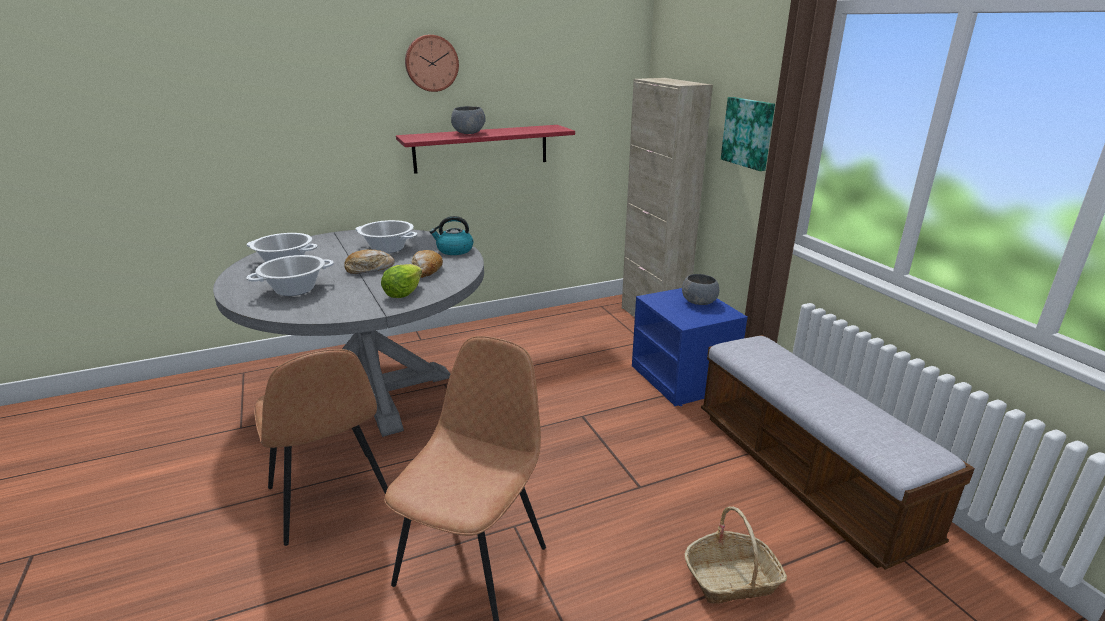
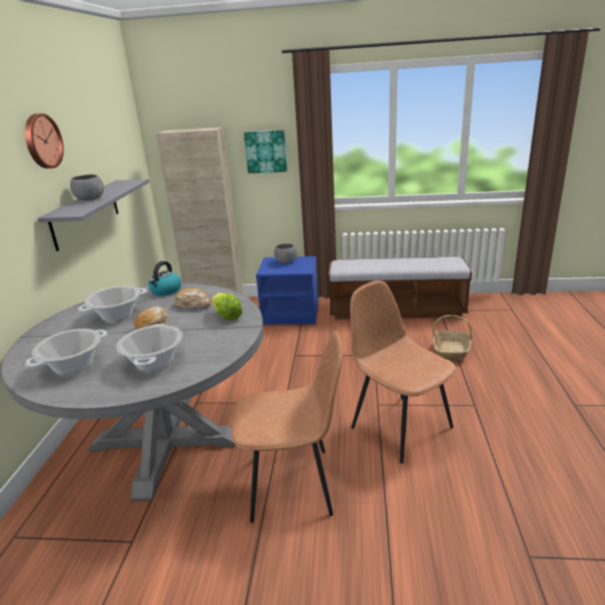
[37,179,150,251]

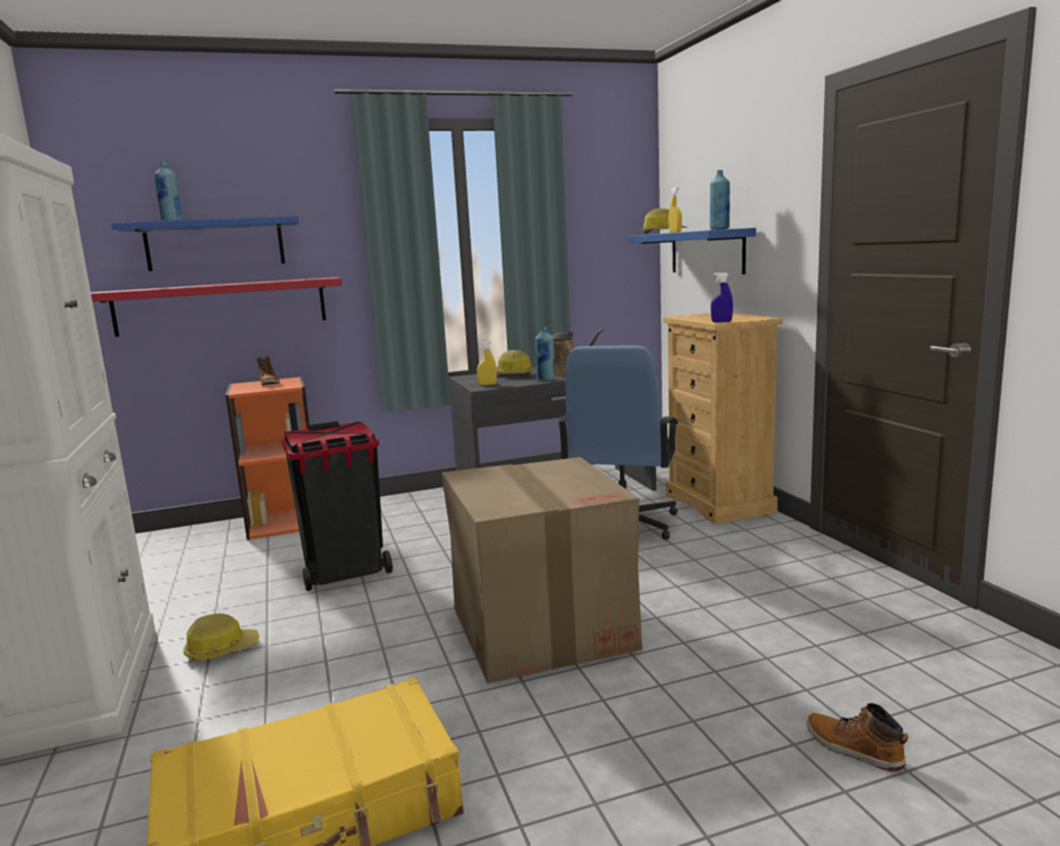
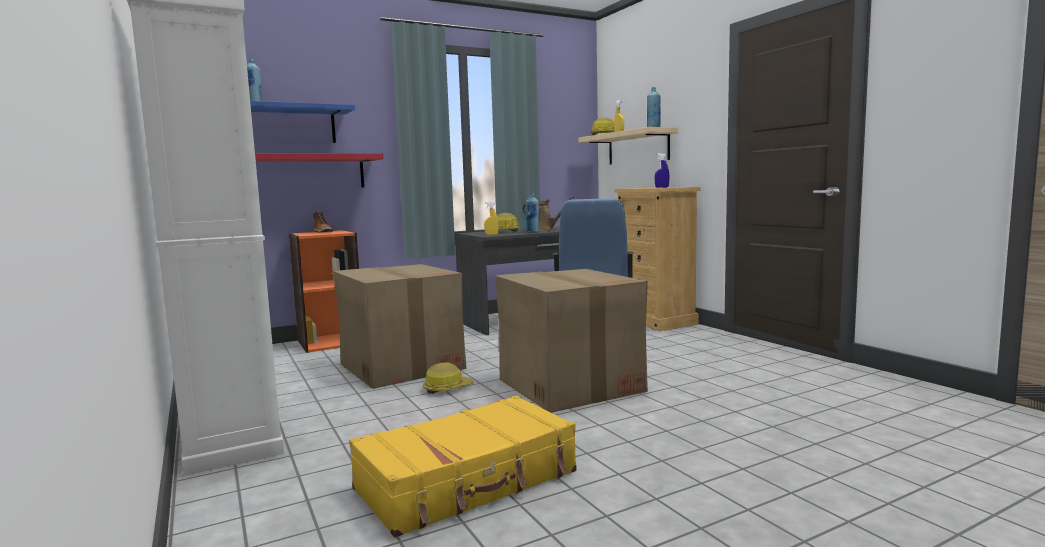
[807,703,908,772] (first image)
[423,362,474,394]
[333,264,466,389]
[578,127,678,164]

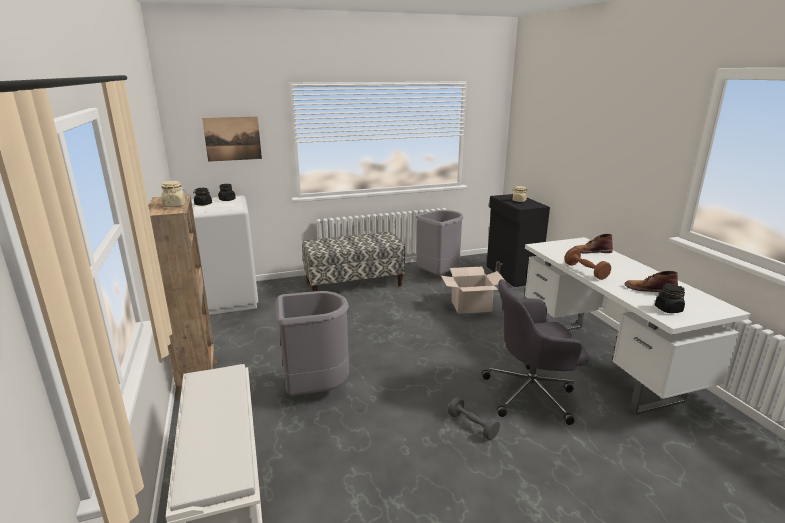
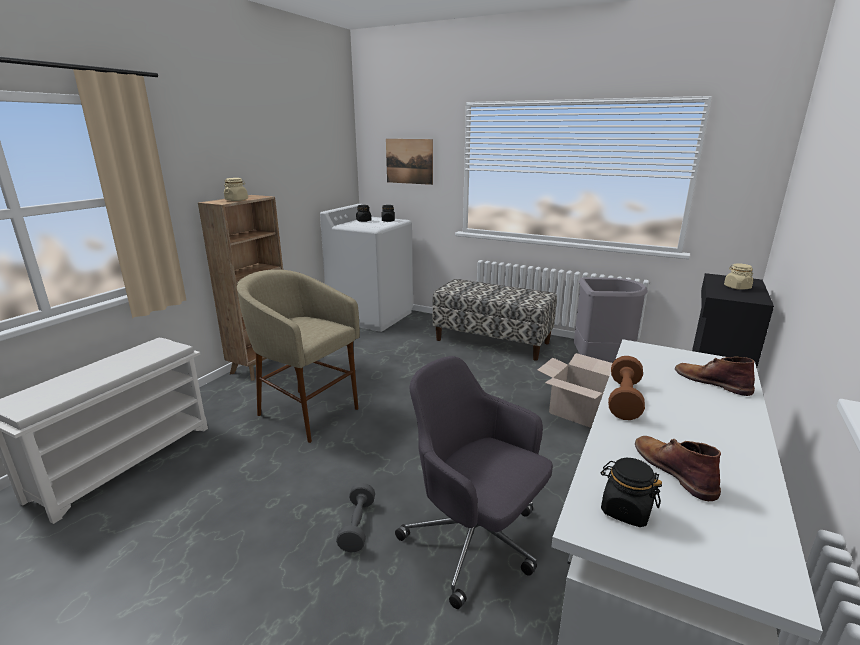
[237,269,360,443]

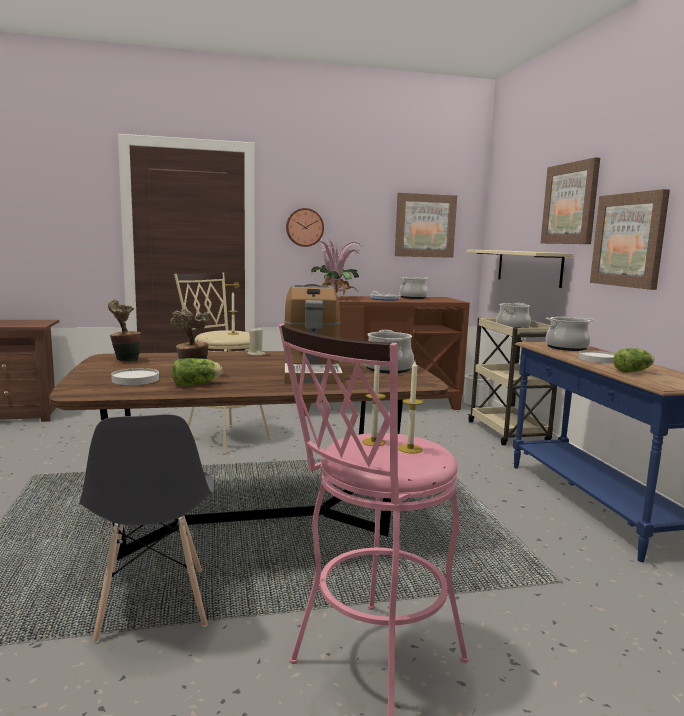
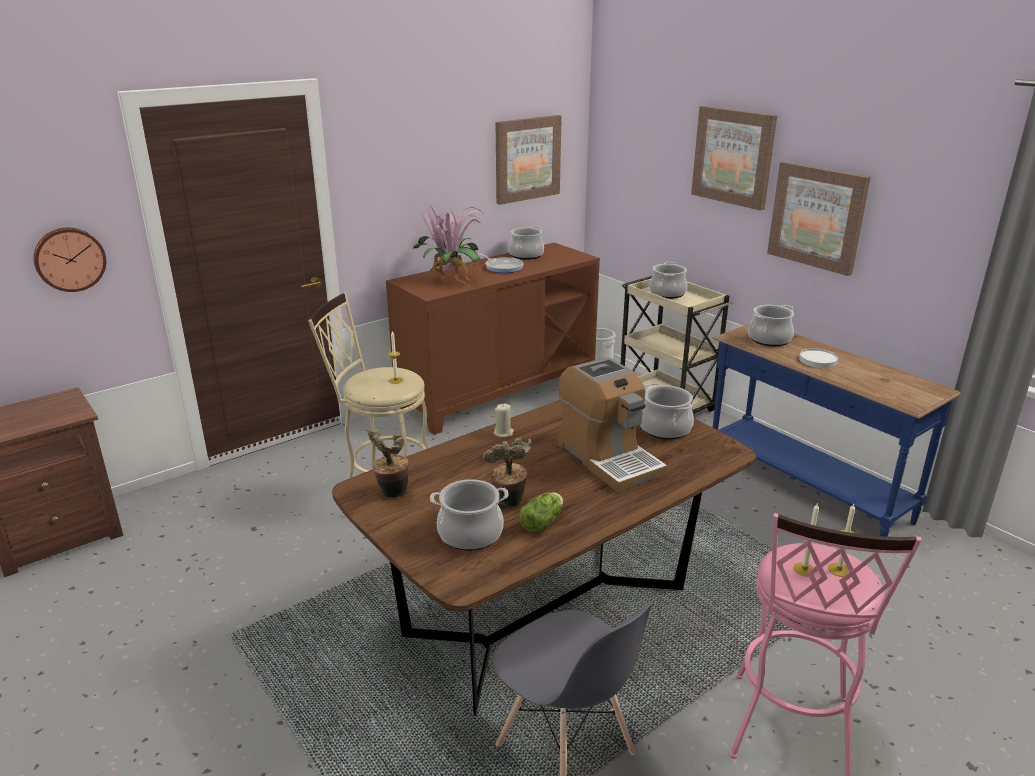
[466,249,573,288] (first image)
[613,348,654,373] (first image)
[33,228,106,292]
[430,479,508,550]

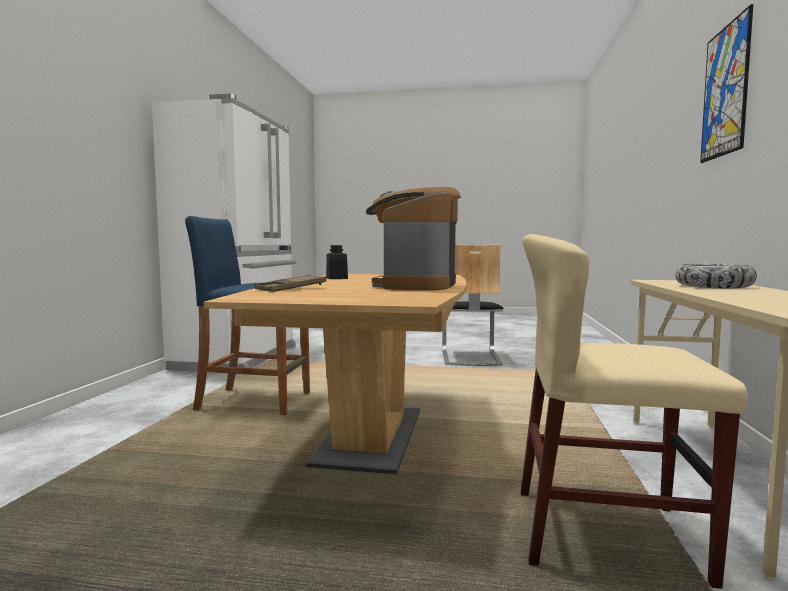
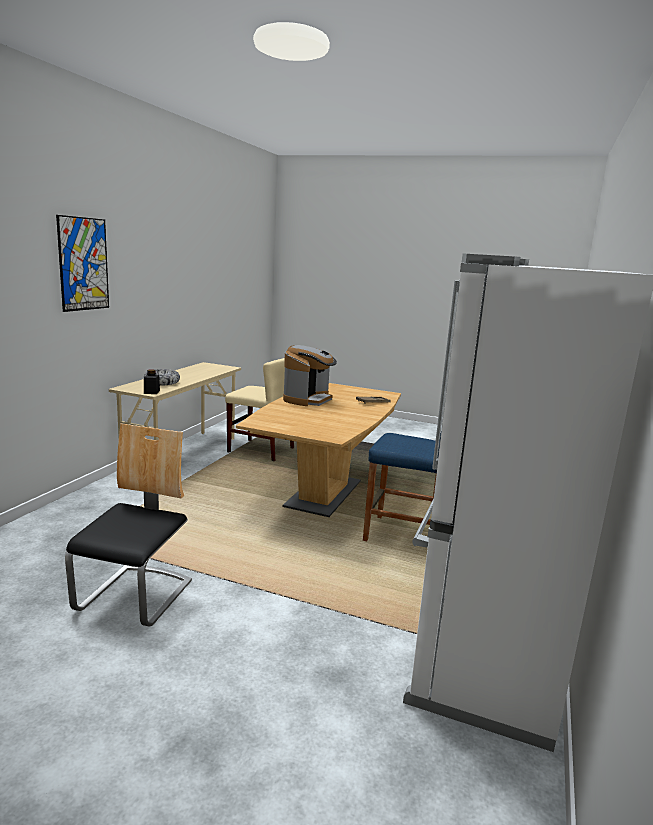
[144,369,160,394]

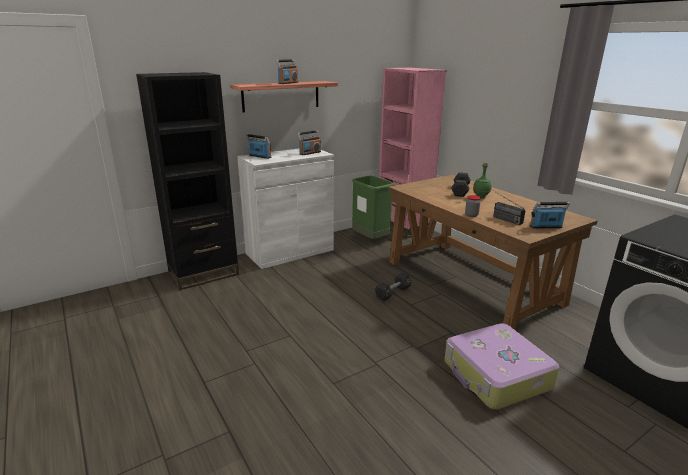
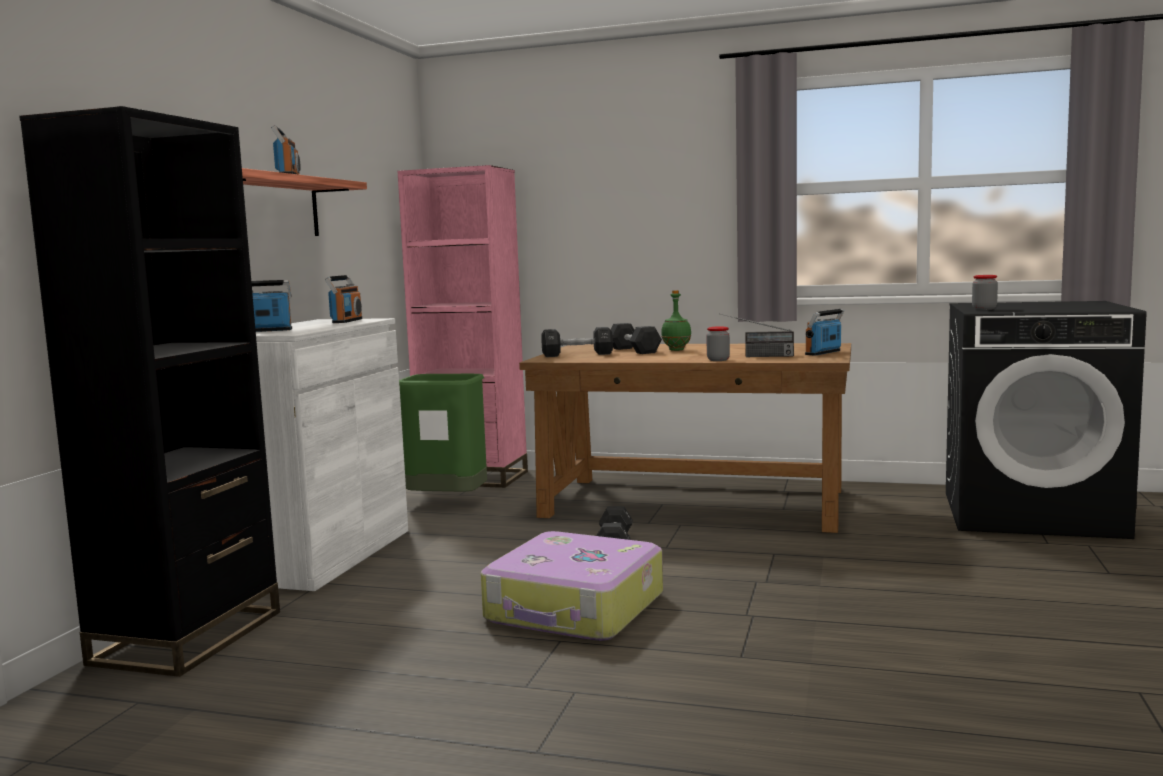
[541,327,613,357]
[972,275,998,310]
[481,531,663,641]

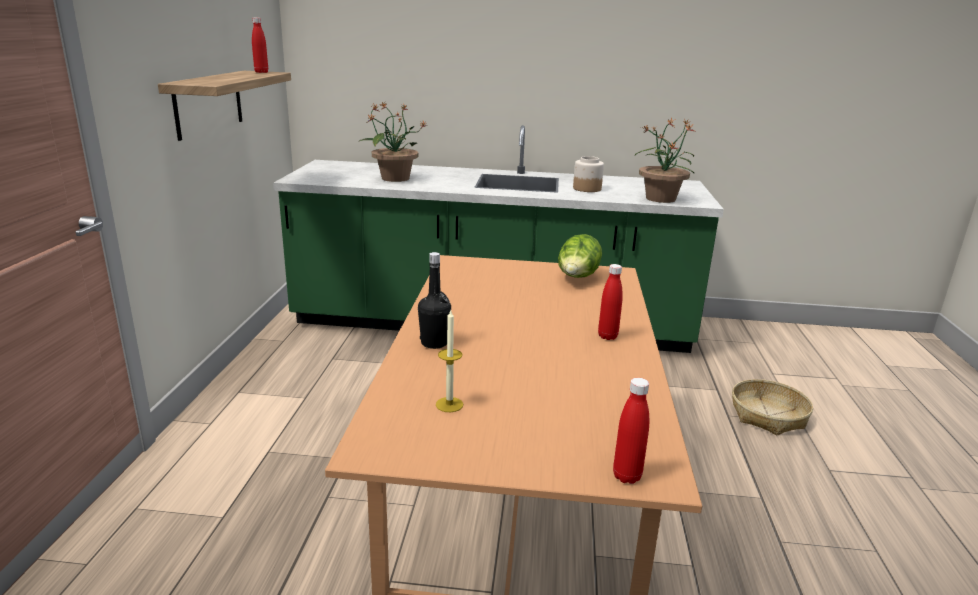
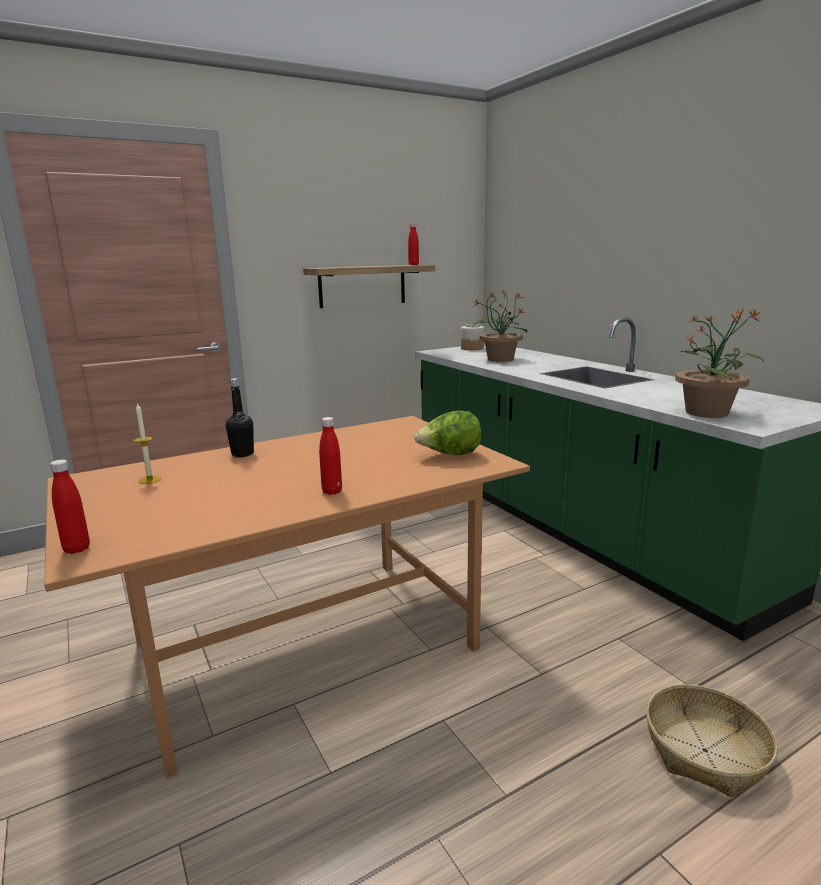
[461,323,484,350]

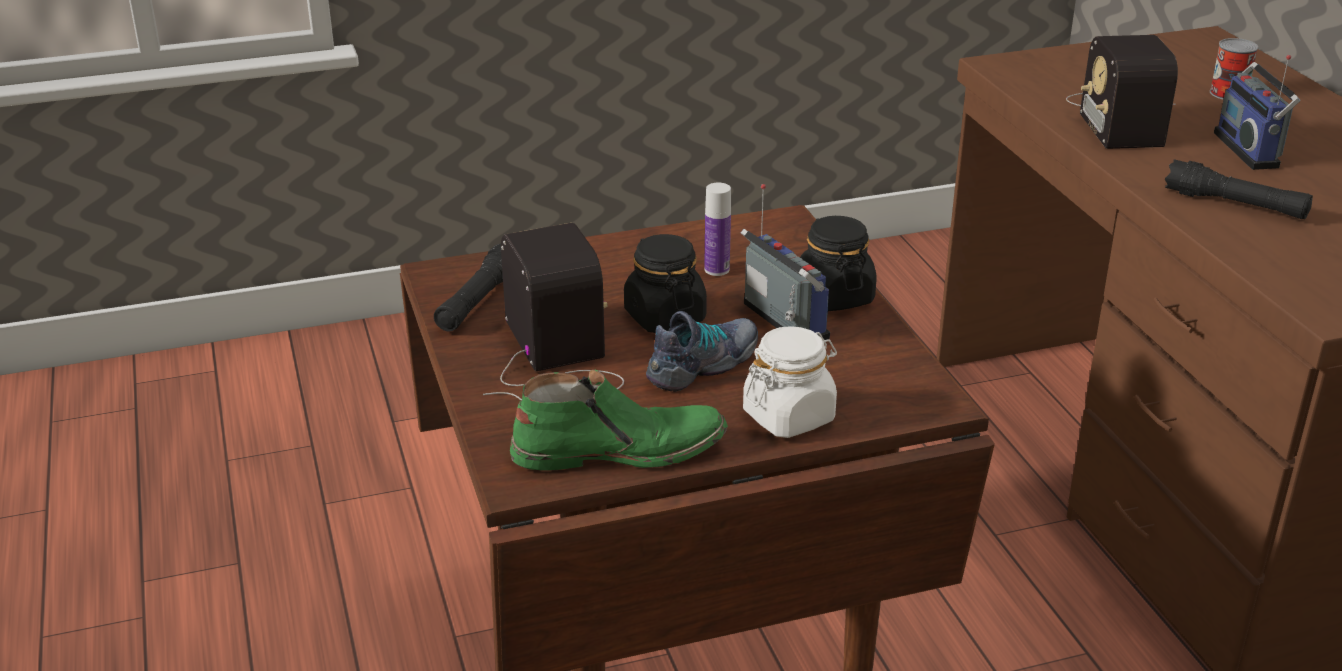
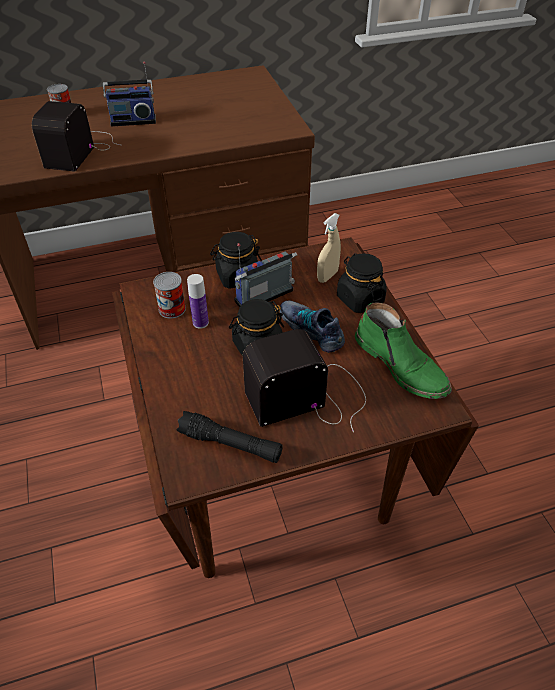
[1165,159,1313,219] (first image)
[153,272,186,318]
[317,213,341,283]
[337,253,387,313]
[355,303,452,399]
[32,101,122,172]

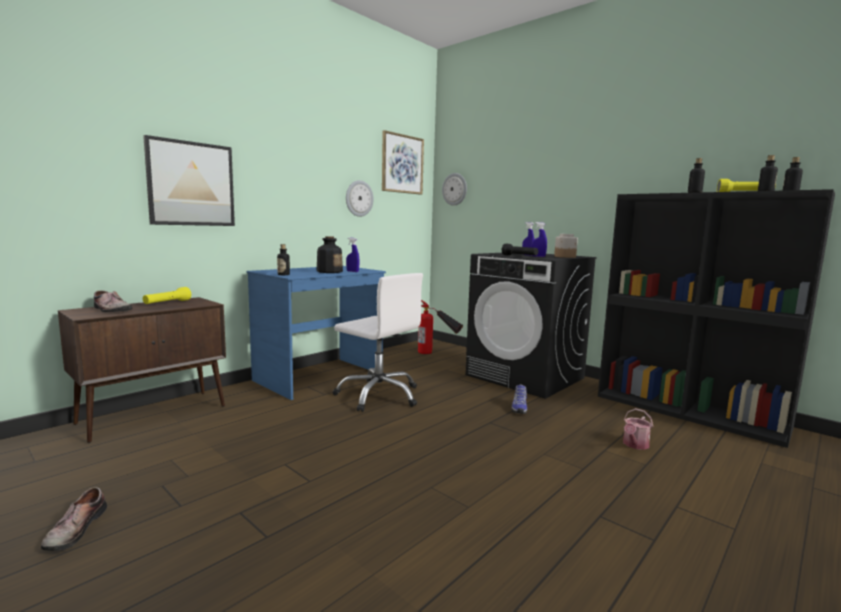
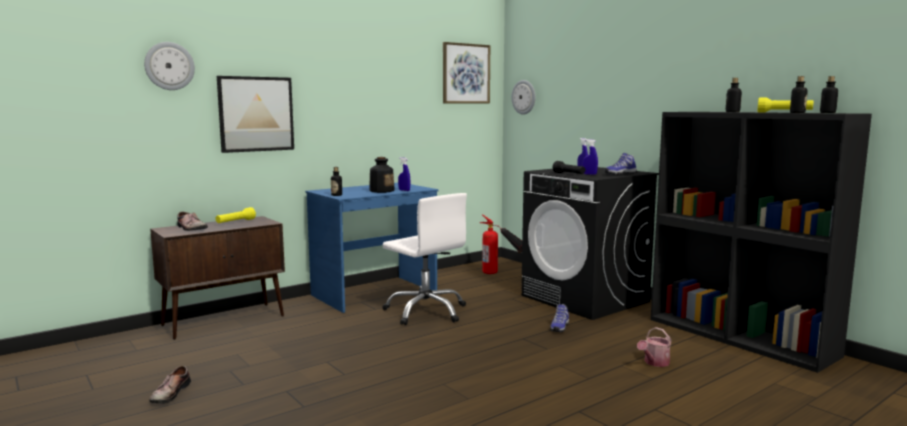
[144,42,195,90]
[605,153,637,175]

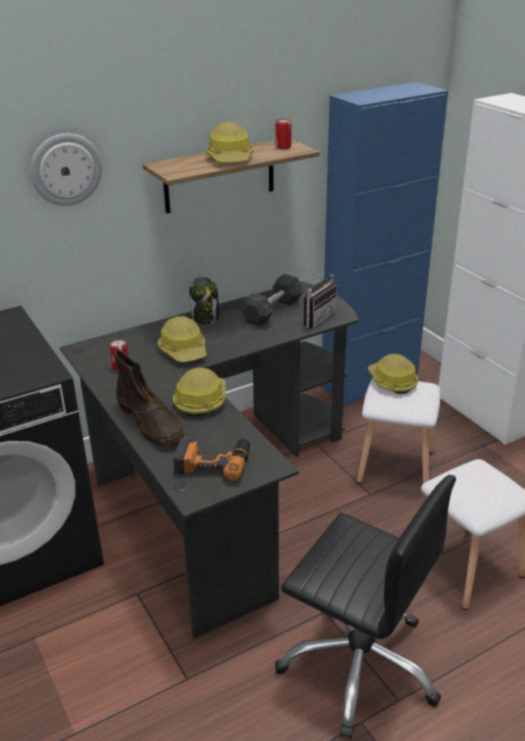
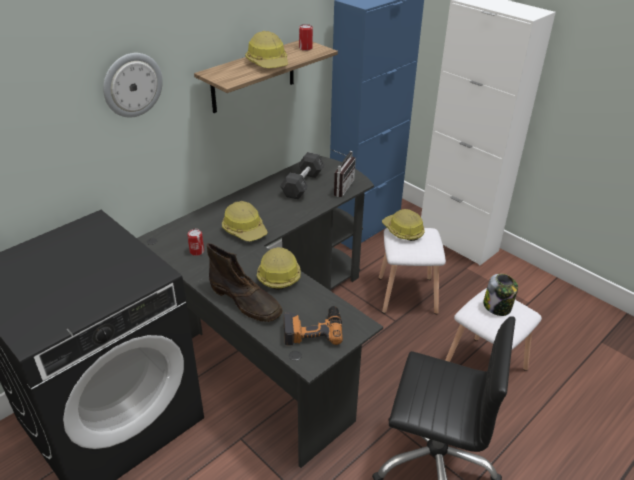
[483,274,518,316]

